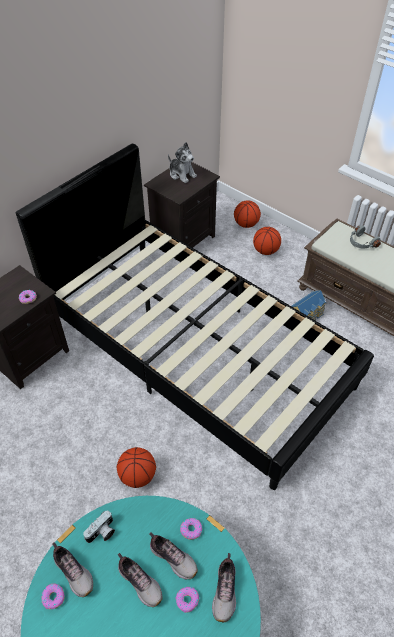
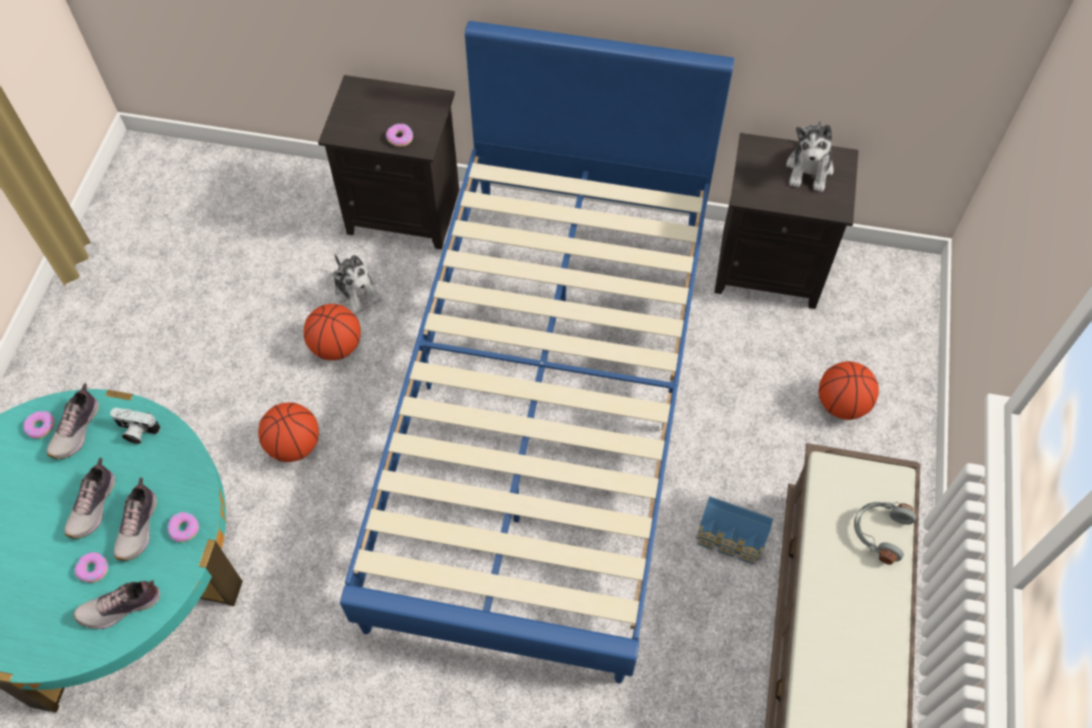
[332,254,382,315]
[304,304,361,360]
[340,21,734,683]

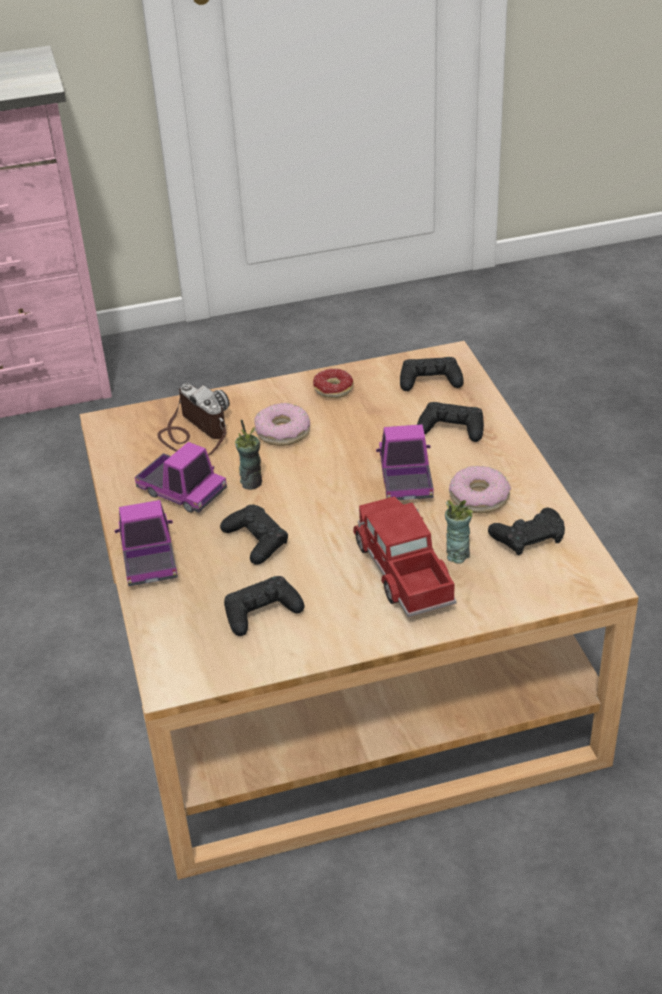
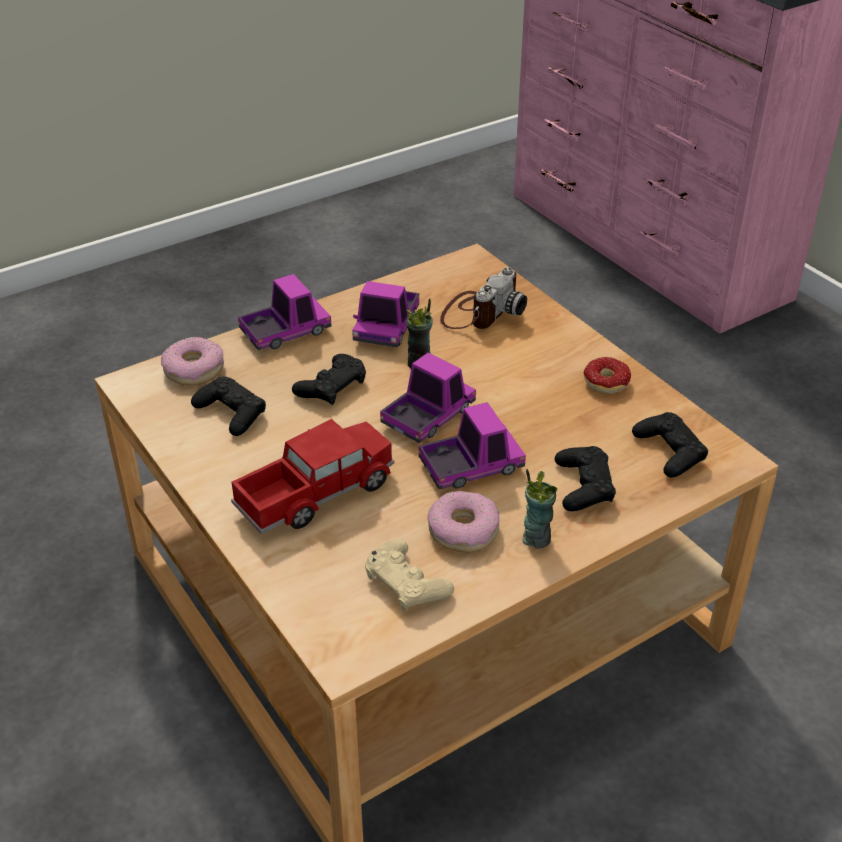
[380,353,476,443]
[161,337,224,386]
[523,469,558,549]
[365,539,454,611]

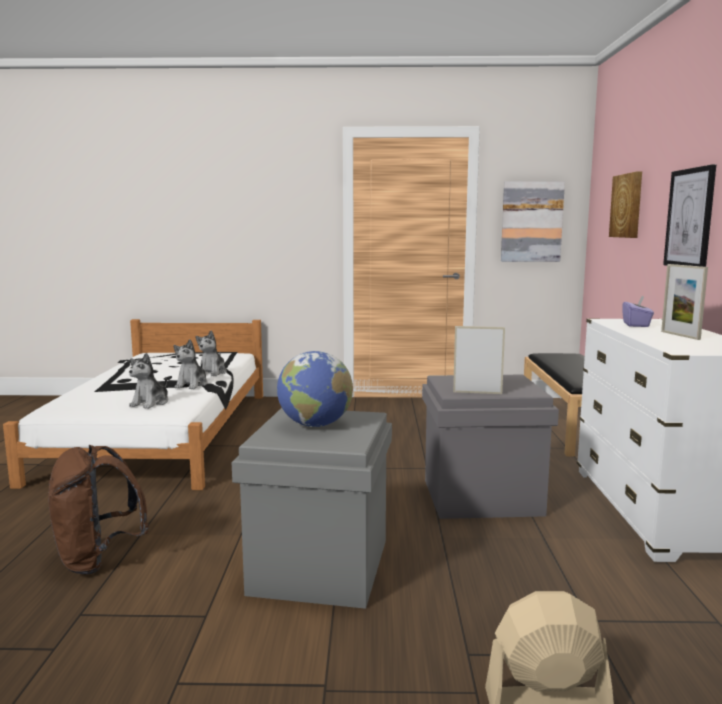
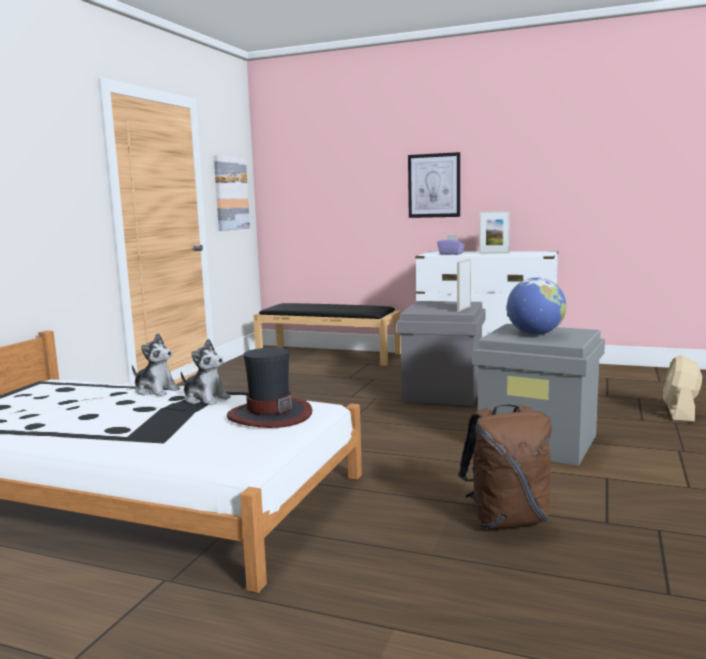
[609,171,642,238] (first image)
[227,348,312,428]

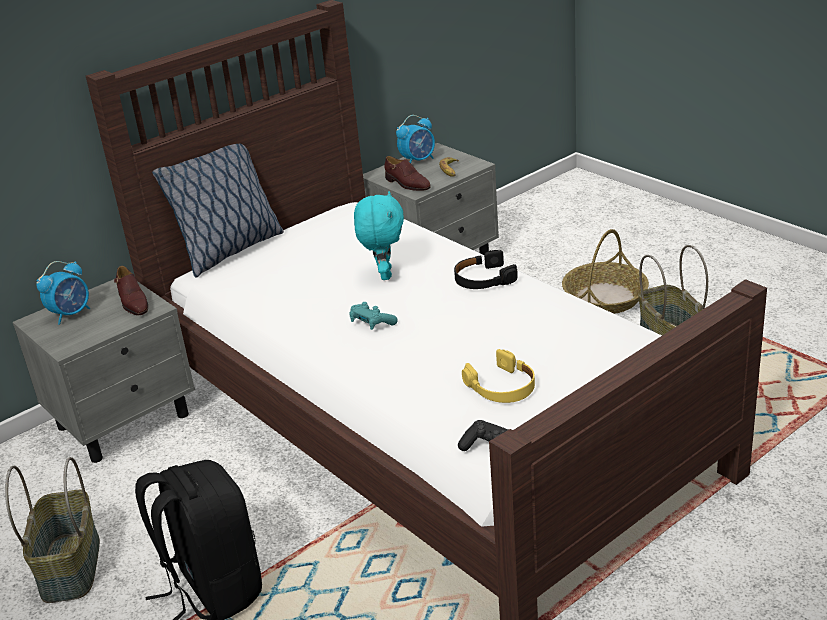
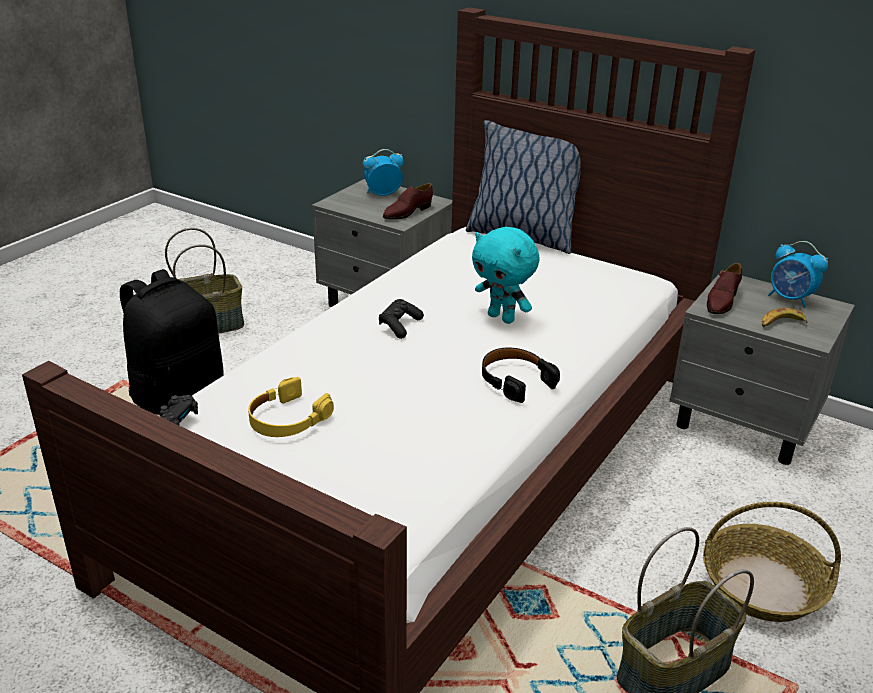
[379,299,424,339]
[363,149,404,196]
[472,227,540,324]

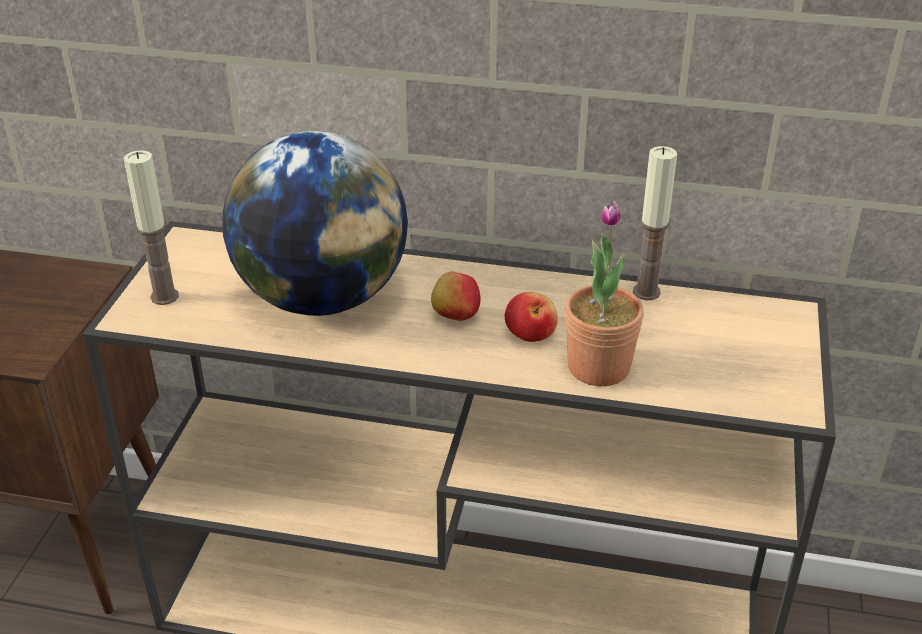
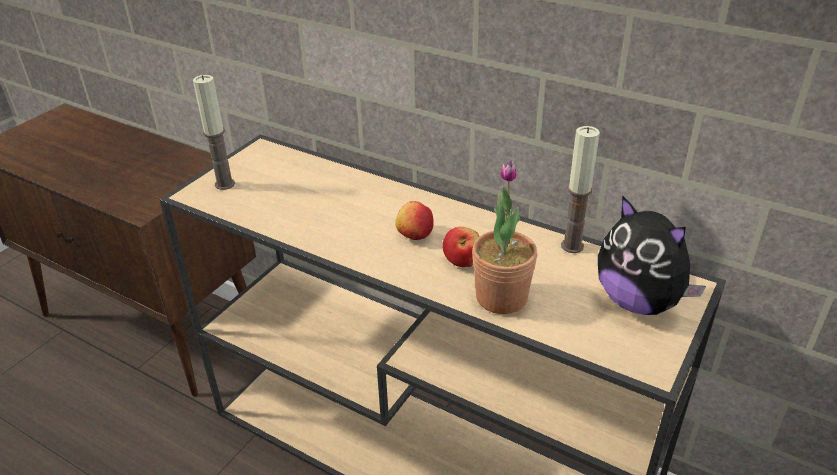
[223,131,408,316] (first image)
[598,195,706,315]

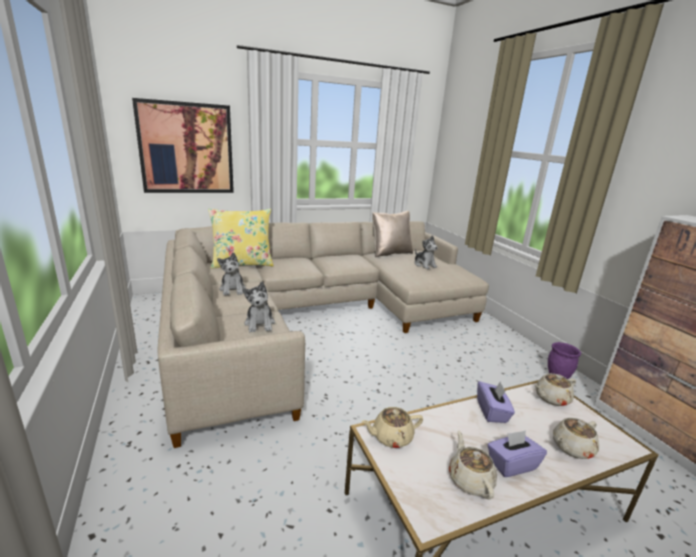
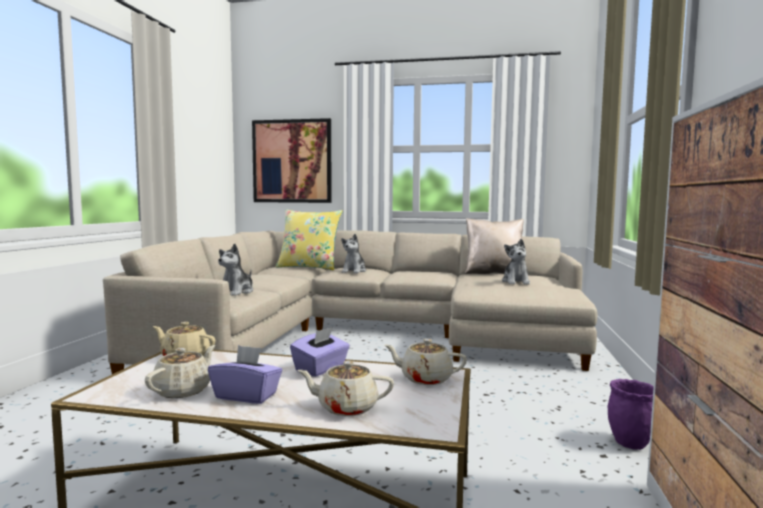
[341,234,366,273]

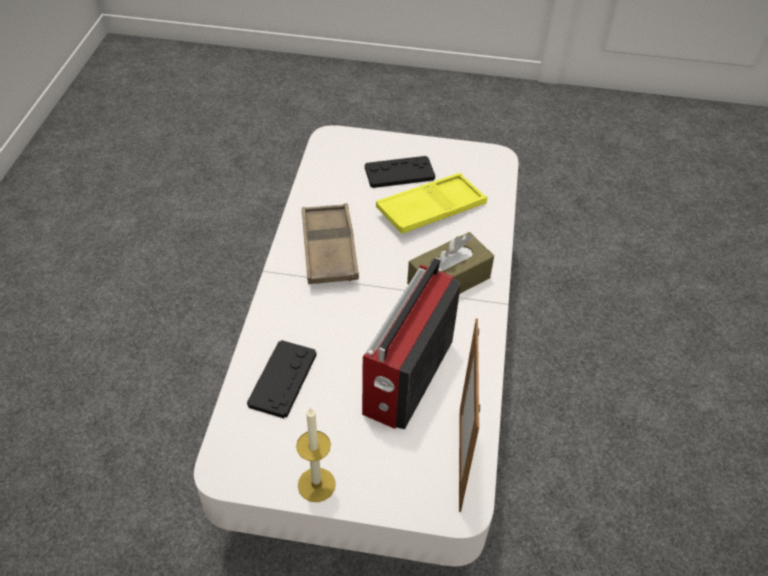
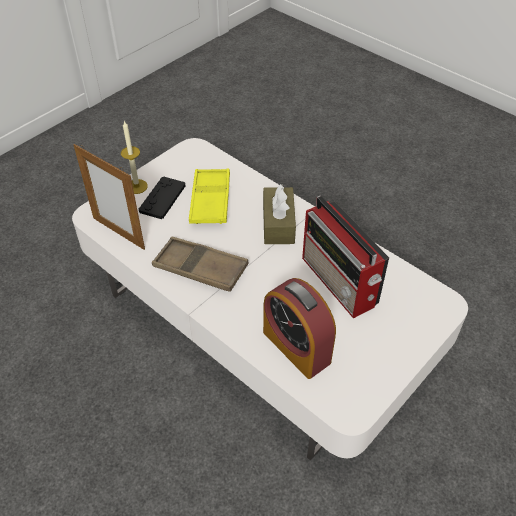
[121,121,148,194]
[73,144,145,250]
[263,278,336,379]

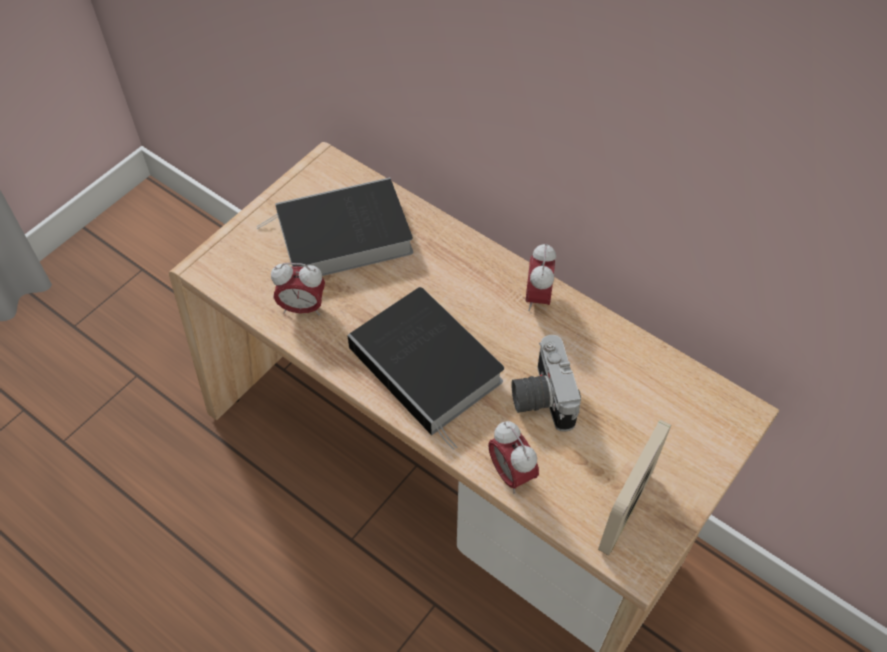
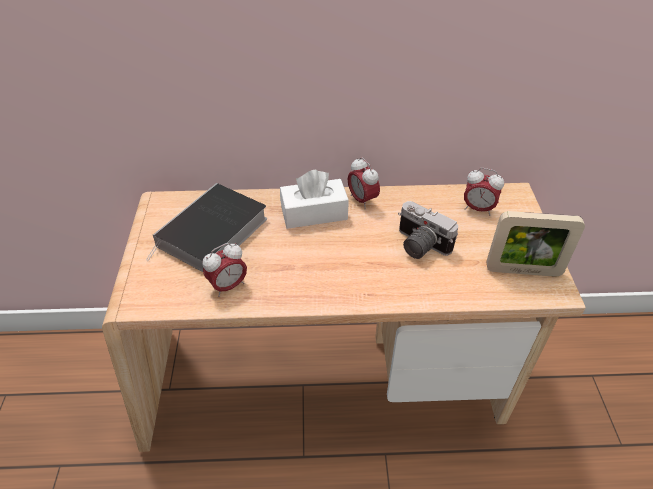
[347,287,504,450] (first image)
[280,169,349,229]
[464,168,504,216]
[487,211,585,277]

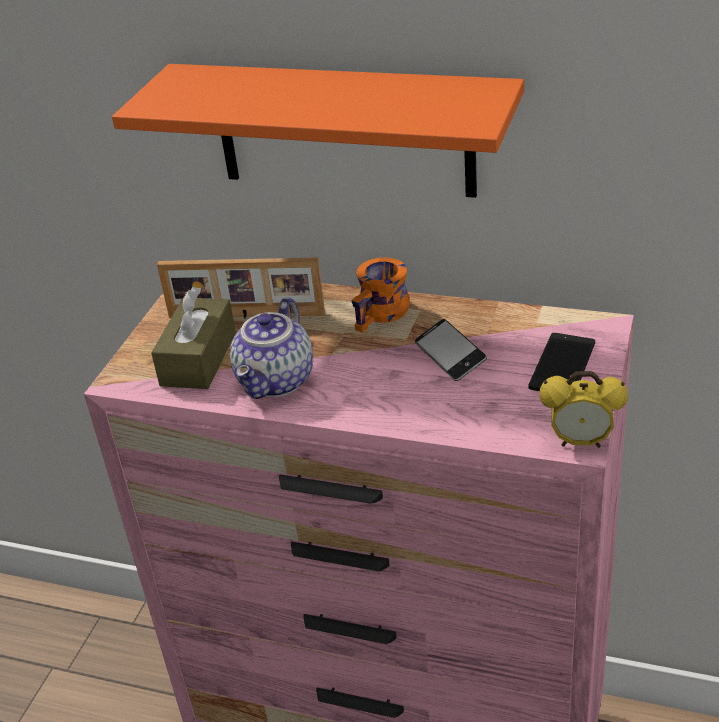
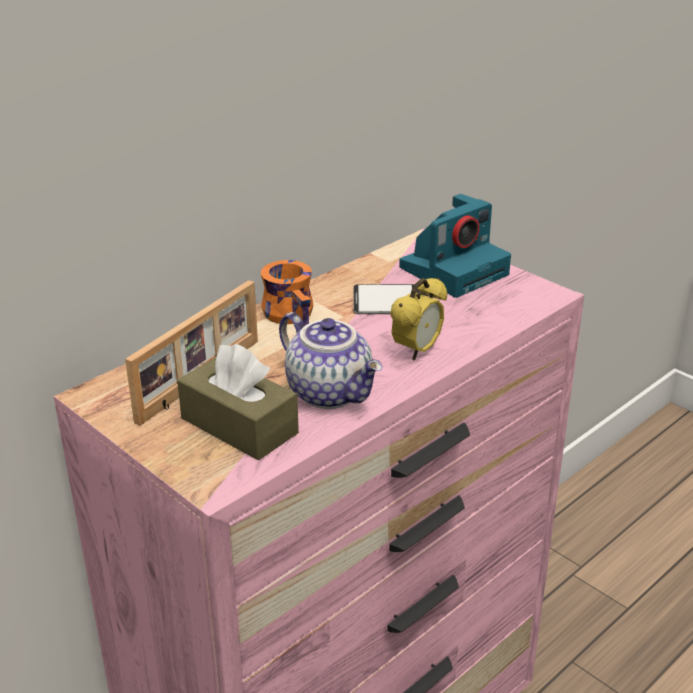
[112,64,524,198] (first image)
[390,278,447,361]
[399,194,511,298]

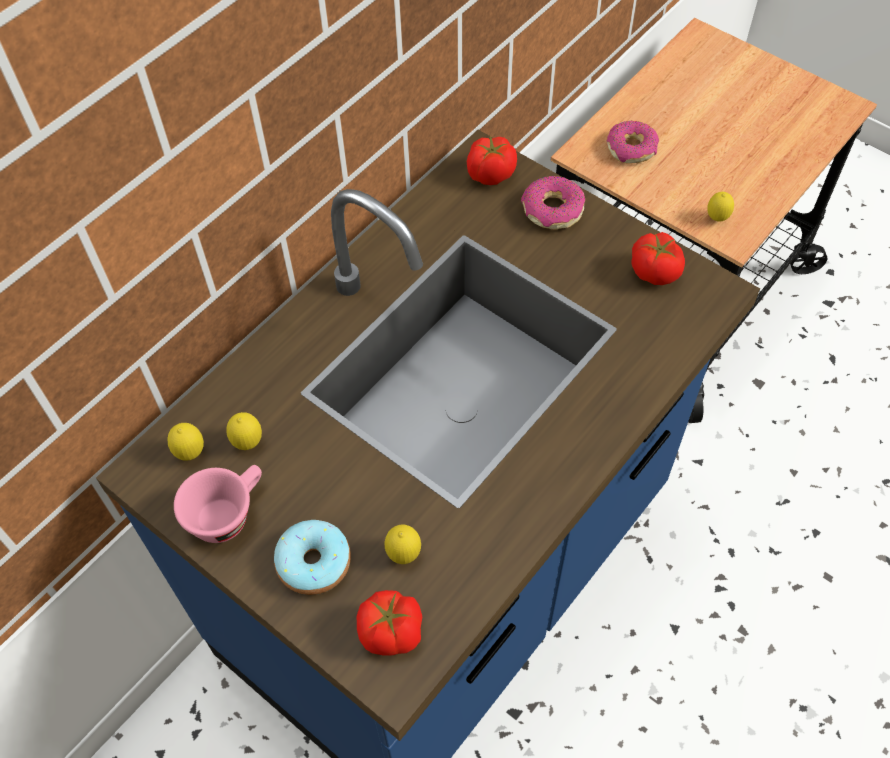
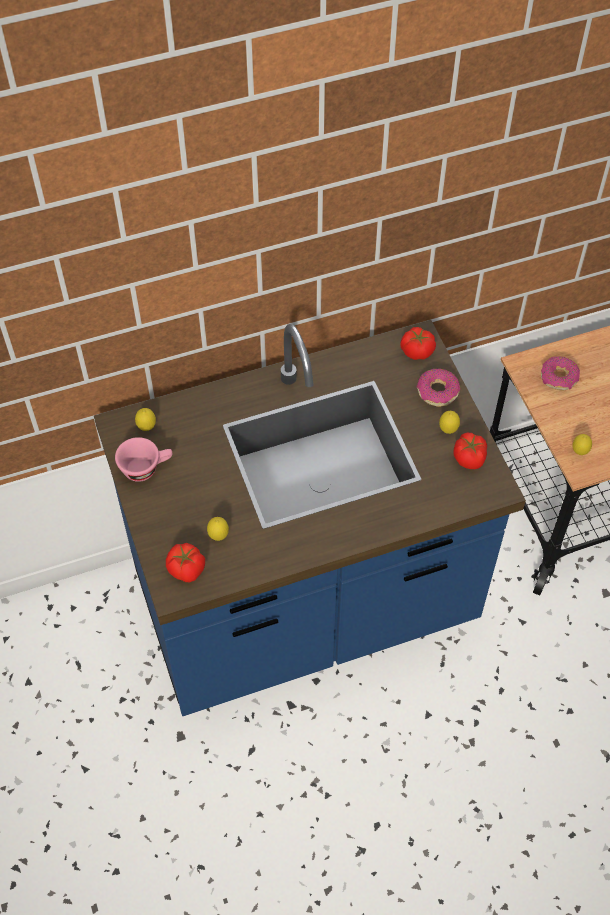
[274,520,351,595] (first image)
[439,411,460,434]

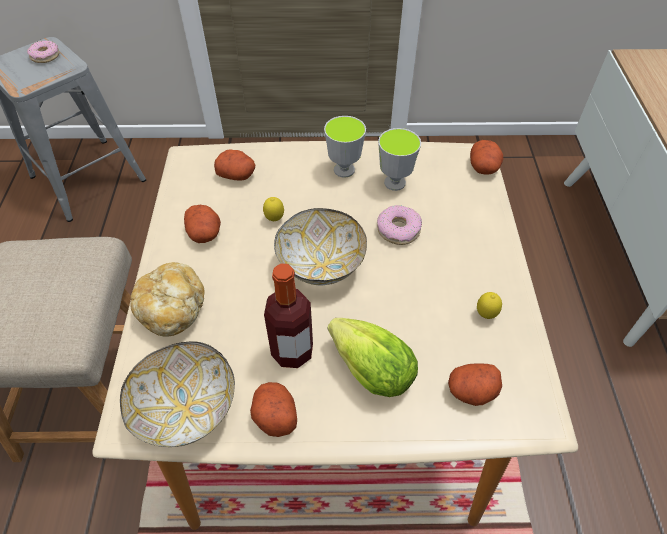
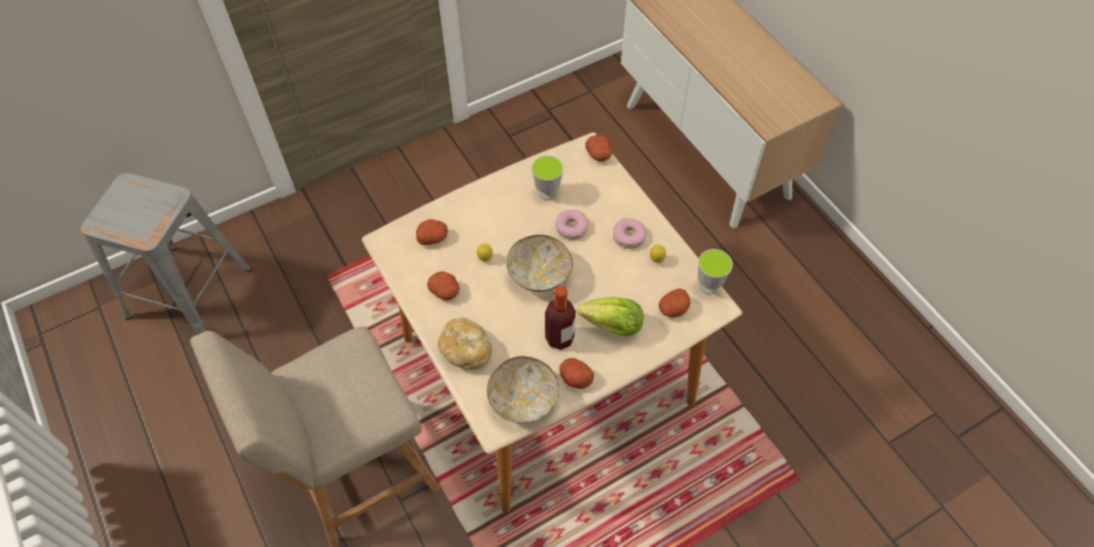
[613,218,646,249]
[698,249,733,295]

